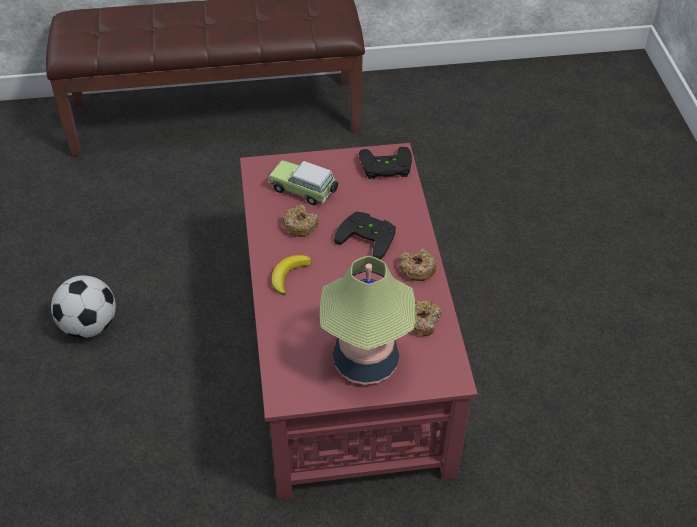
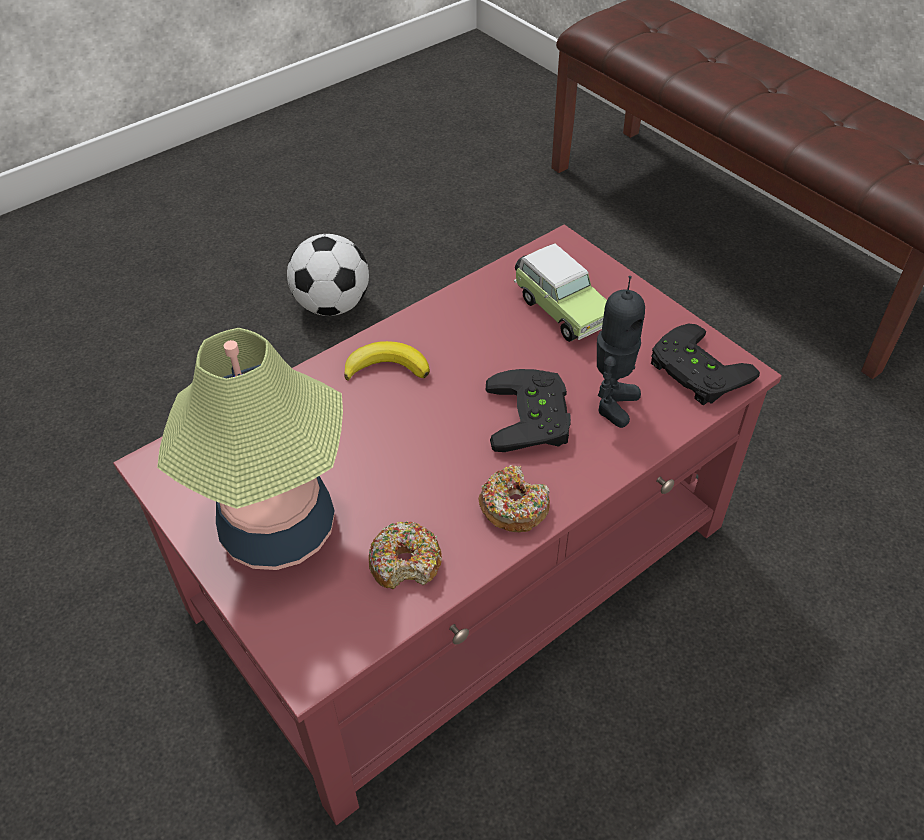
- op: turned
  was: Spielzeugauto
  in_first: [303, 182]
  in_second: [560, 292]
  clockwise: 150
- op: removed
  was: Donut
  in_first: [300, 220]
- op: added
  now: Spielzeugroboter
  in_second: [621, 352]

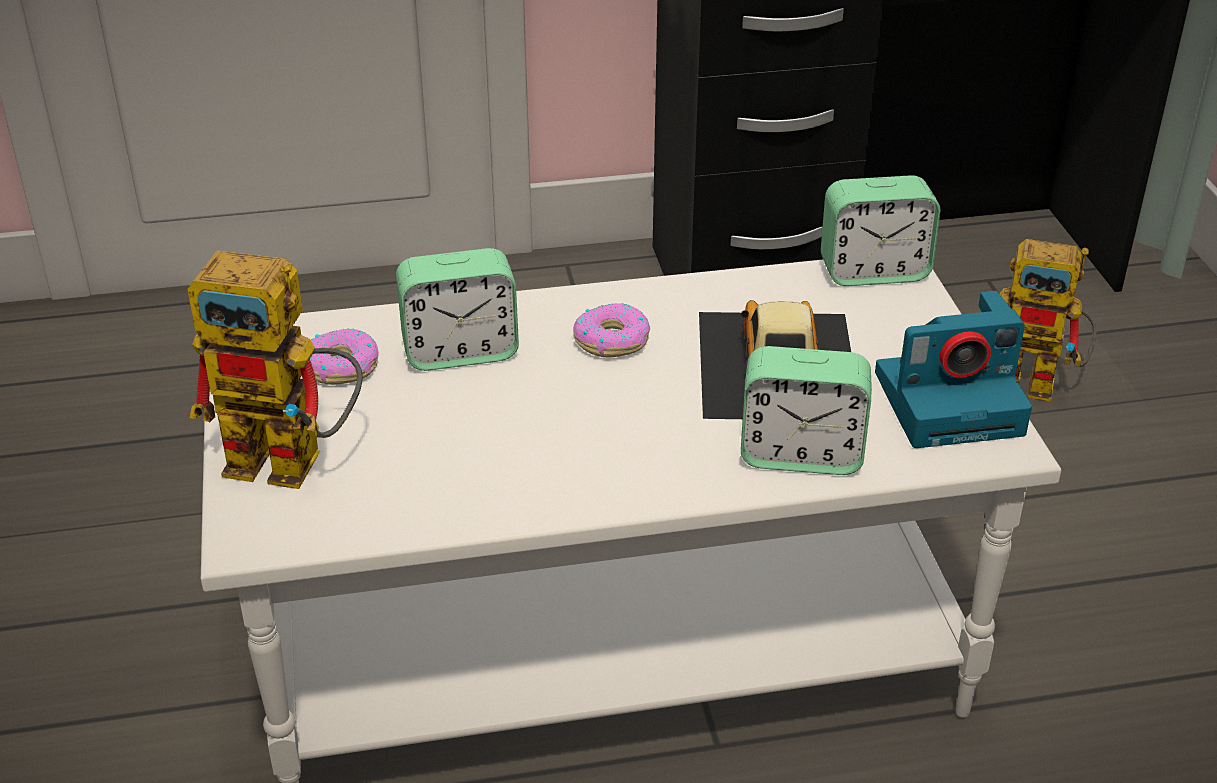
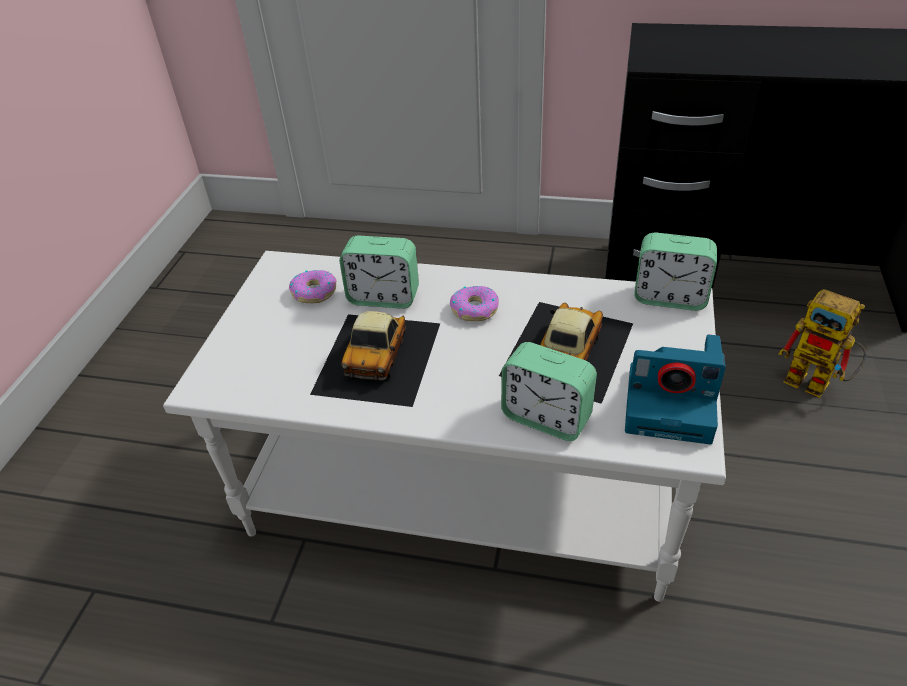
- op: removed
  was: Spielzeugroboter
  in_first: [275, 370]
- op: added
  now: Spielzeugauto
  in_second: [375, 359]

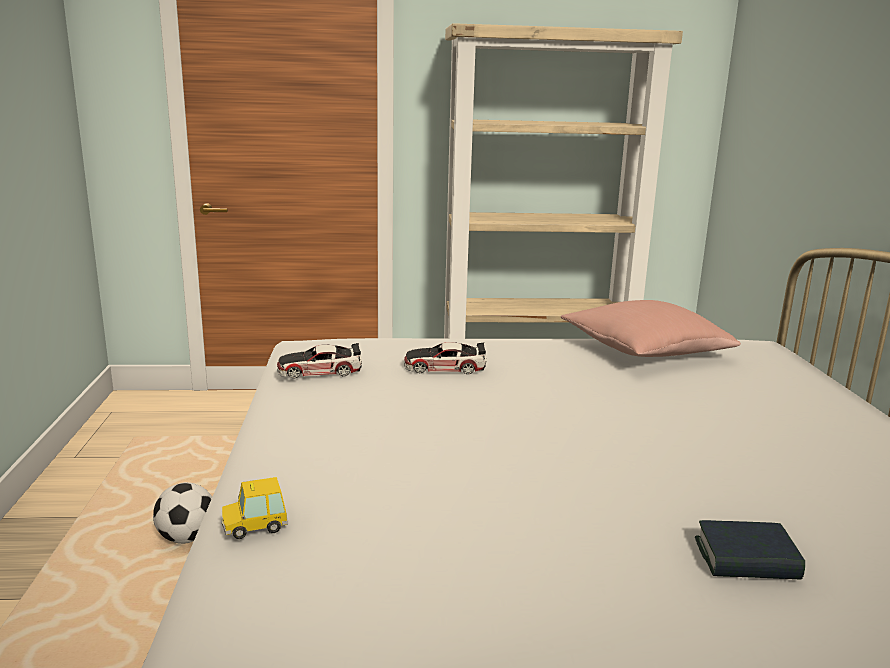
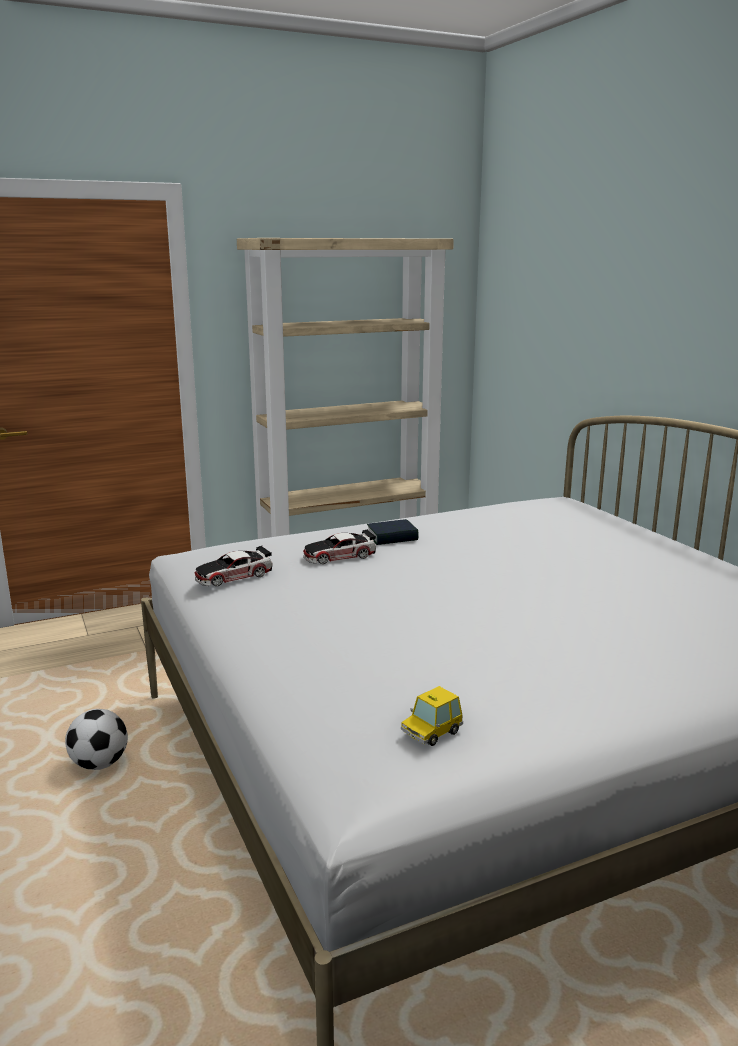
- op: removed
  was: Kissen [rosa]
  in_first: [651, 328]
- op: moved
  was: Spielzeugauto
  in_first: [255, 508]
  in_second: [432, 716]
- op: moved
  was: Buch
  in_first: [750, 549]
  in_second: [393, 532]

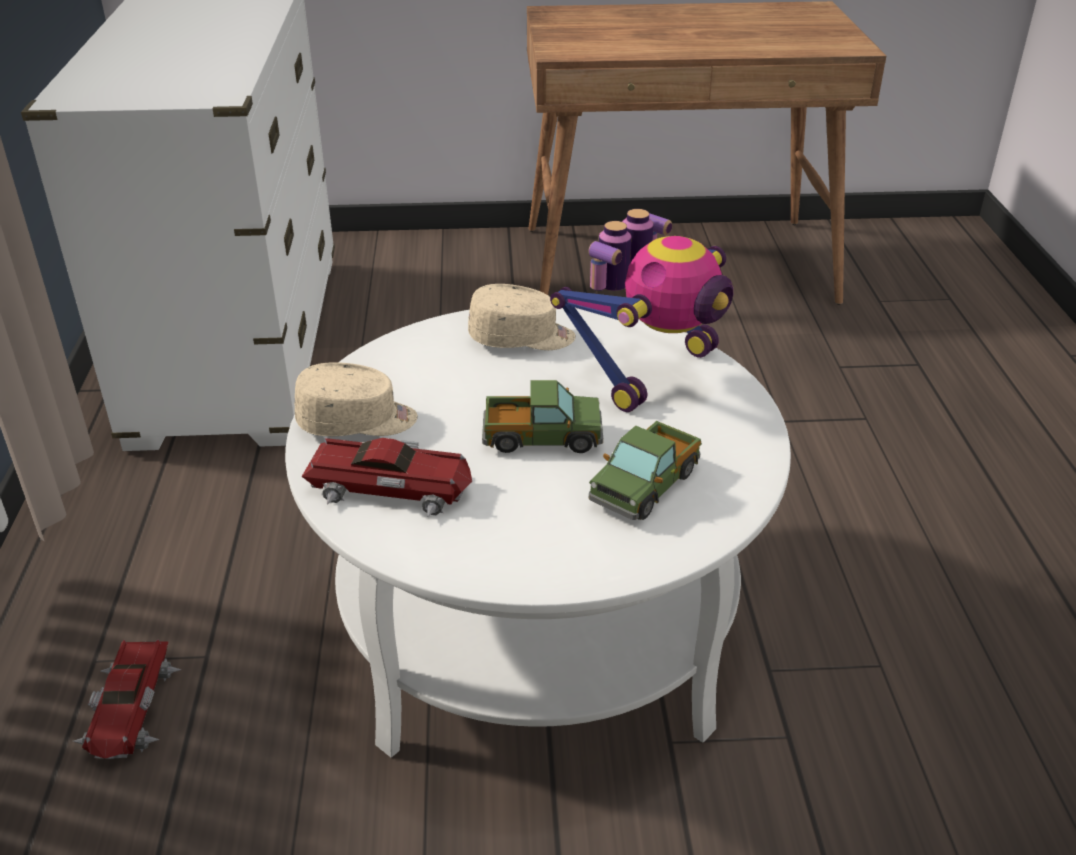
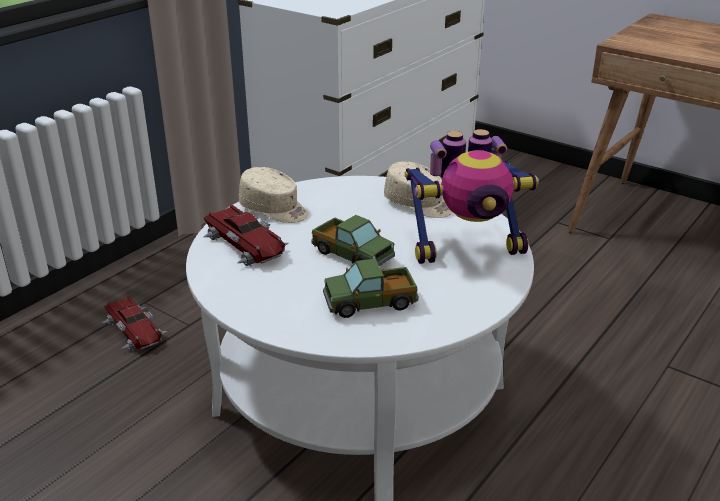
- op: turned
  was: Spielzeugauto
  in_first: [127, 699]
  in_second: [134, 323]
  clockwise: -75

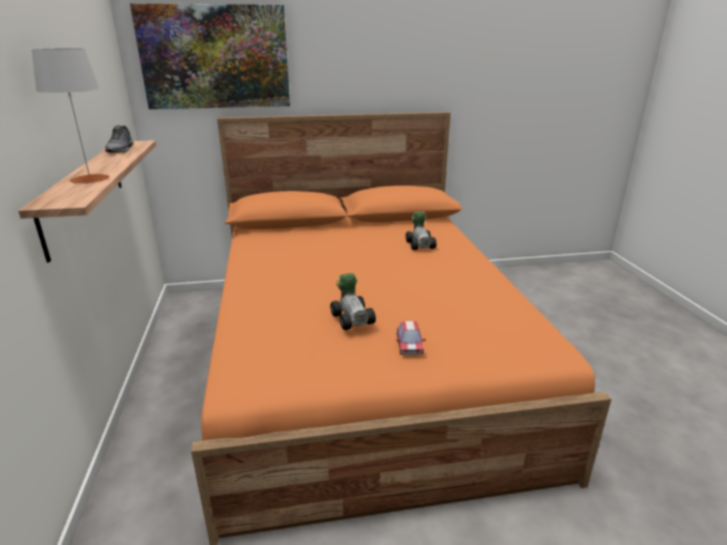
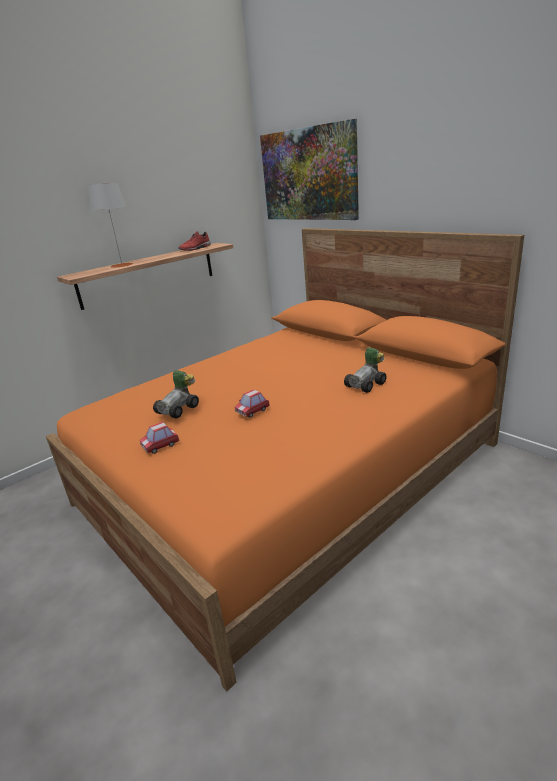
- op: recoloured
  was: Schuh [grau]
  now: Schuh [rot]
  in_first: [119, 139]
  in_second: [195, 241]
- op: added
  now: Spielzeugauto
  in_second: [252, 403]

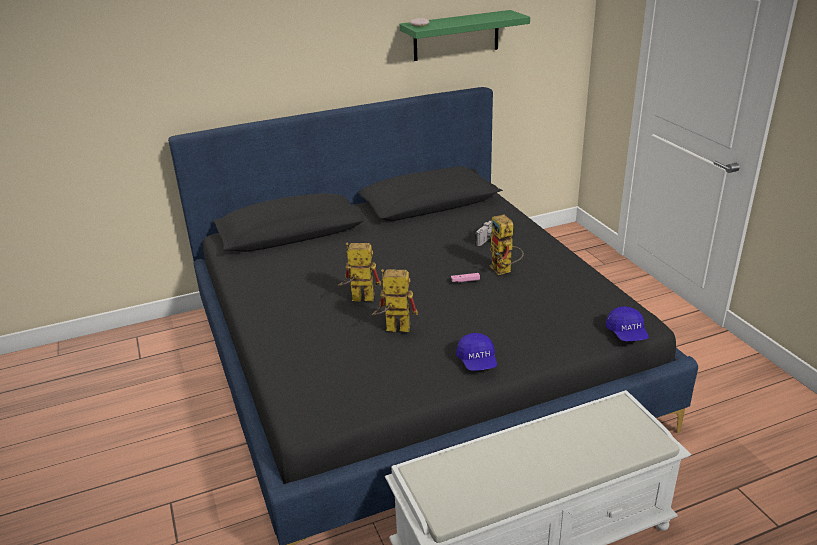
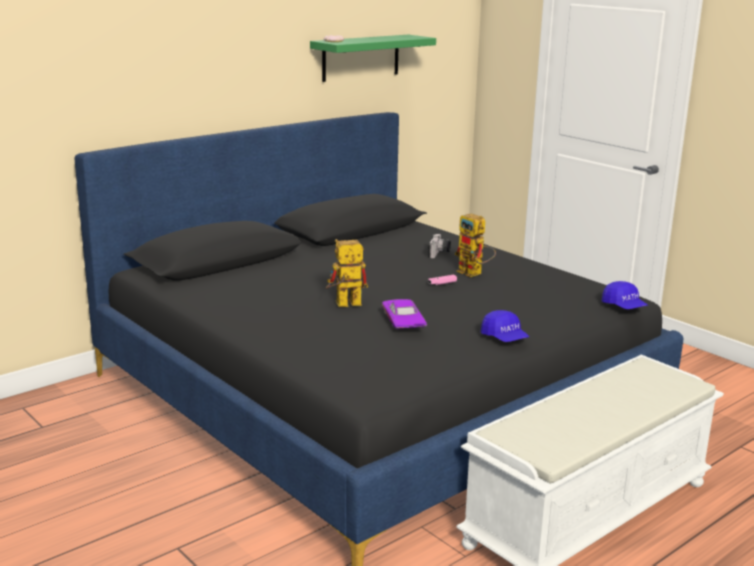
- op: replaced
  was: Spielzeugroboter
  now: Spielzeugauto [lila]
  in_first: [395, 300]
  in_second: [404, 314]

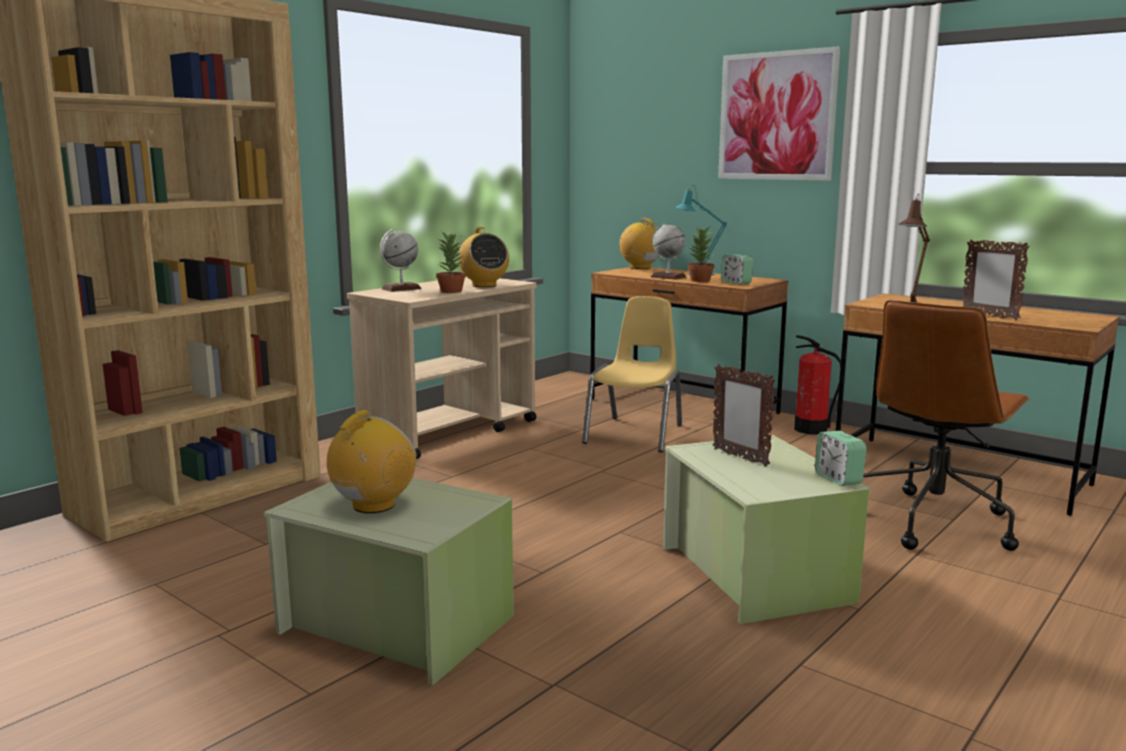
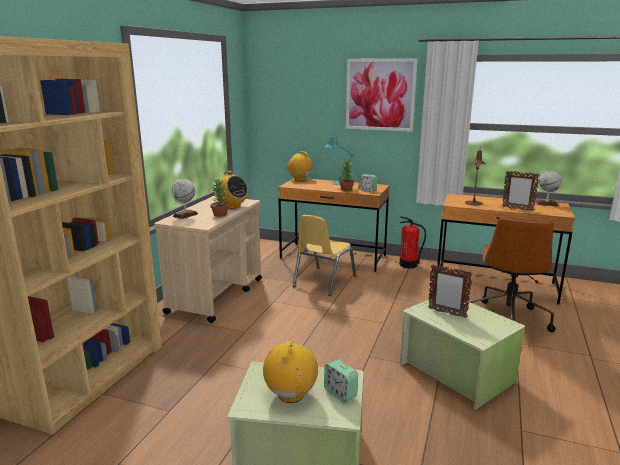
- op: moved
  was: Globus
  in_first: [668, 251]
  in_second: [548, 187]
- op: turned
  was: Stuhl [gelb]
  in_first: [632, 374]
  in_second: [324, 255]
  clockwise: -150
- op: moved
  was: Wecker
  in_first: [841, 458]
  in_second: [341, 381]

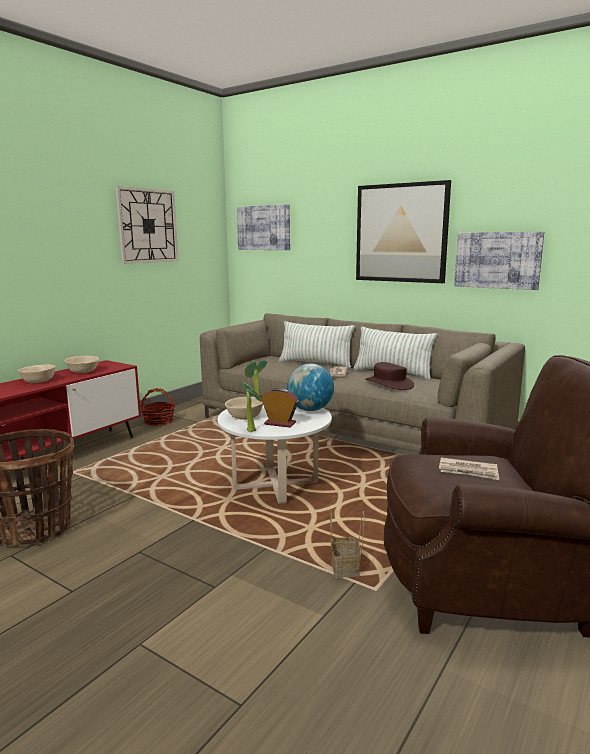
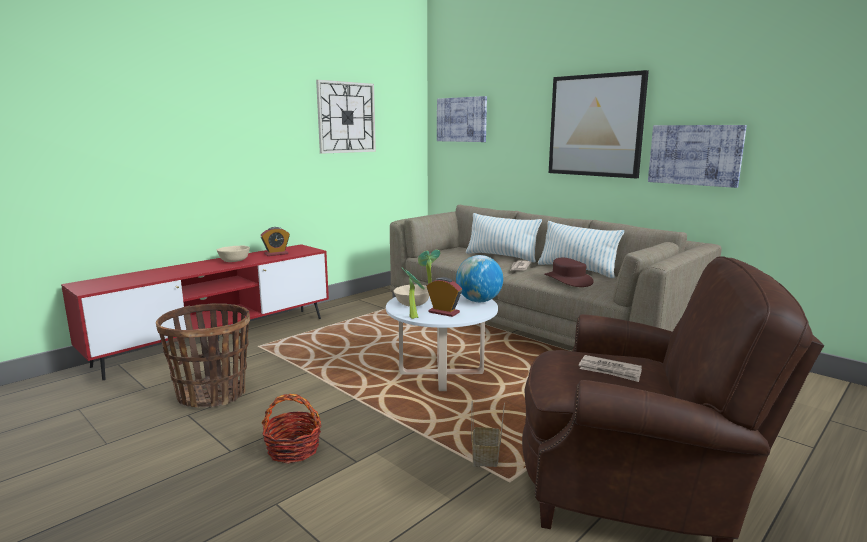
- op: replaced
  was: Schüssel [beige]
  now: Wecker
  in_first: [82, 364]
  in_second: [275, 241]
- op: moved
  was: Korb
  in_first: [157, 407]
  in_second: [291, 428]

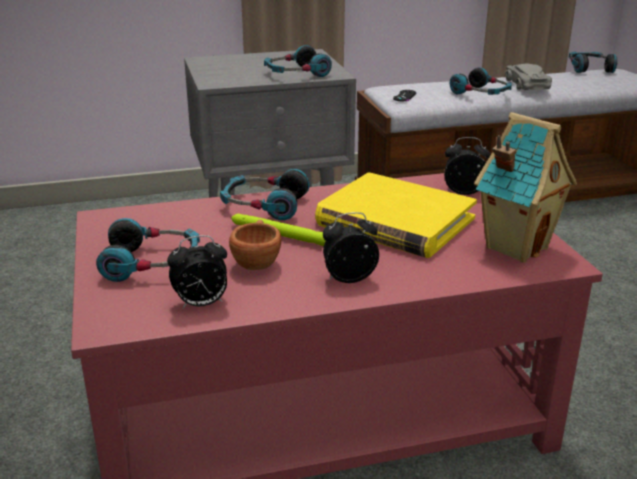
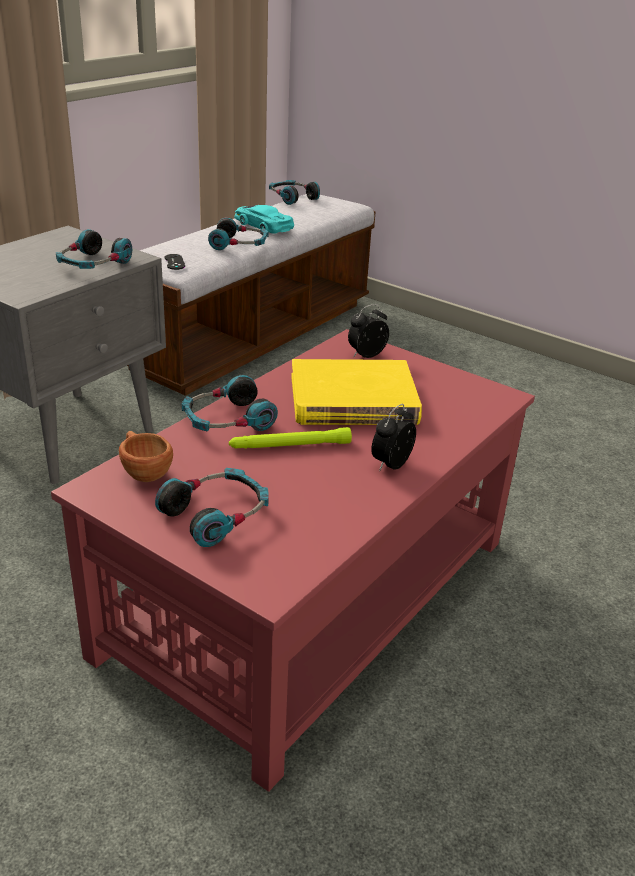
- op: recoloured
  was: Spielzeugauto [grau]
  now: Spielzeugauto [türkis]
  in_first: [528, 76]
  in_second: [264, 219]
- op: removed
  was: Spielzeughaus
  in_first: [525, 187]
- op: moved
  was: Tasse [braun]
  in_first: [255, 244]
  in_second: [146, 456]
- op: removed
  was: Wecker
  in_first: [197, 272]

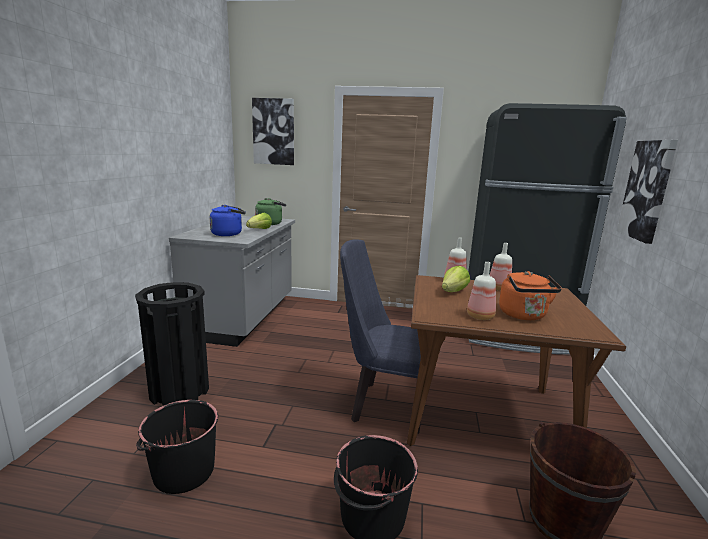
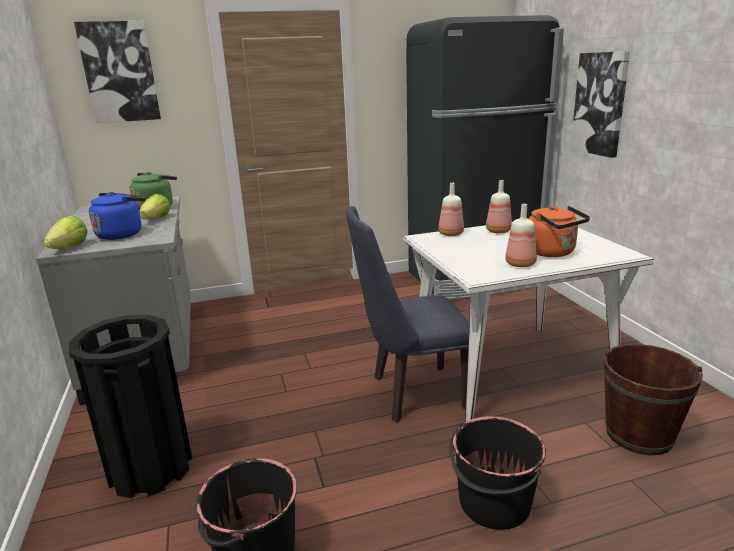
- op: moved
  was: Salatkopf
  in_first: [456, 279]
  in_second: [66, 232]
- op: recoloured
  was: Esstisch [braun]
  now: Esstisch [weiß]
  in_first: [516, 360]
  in_second: [528, 323]

